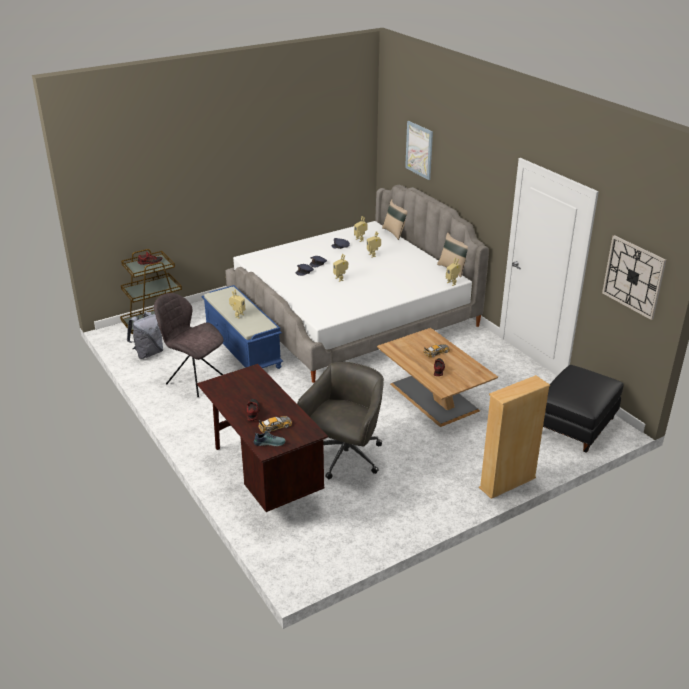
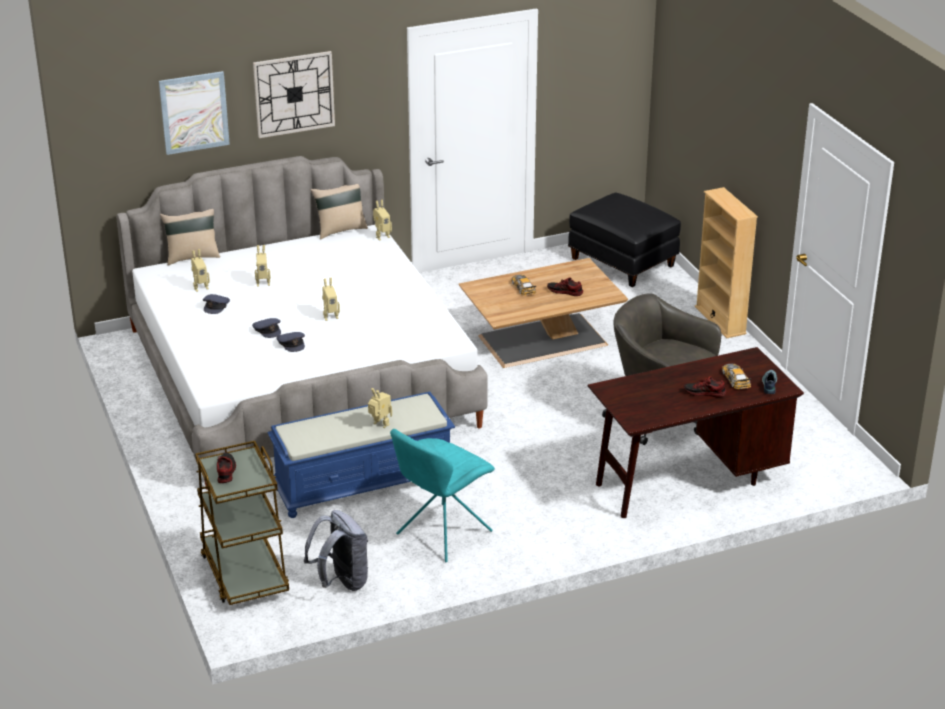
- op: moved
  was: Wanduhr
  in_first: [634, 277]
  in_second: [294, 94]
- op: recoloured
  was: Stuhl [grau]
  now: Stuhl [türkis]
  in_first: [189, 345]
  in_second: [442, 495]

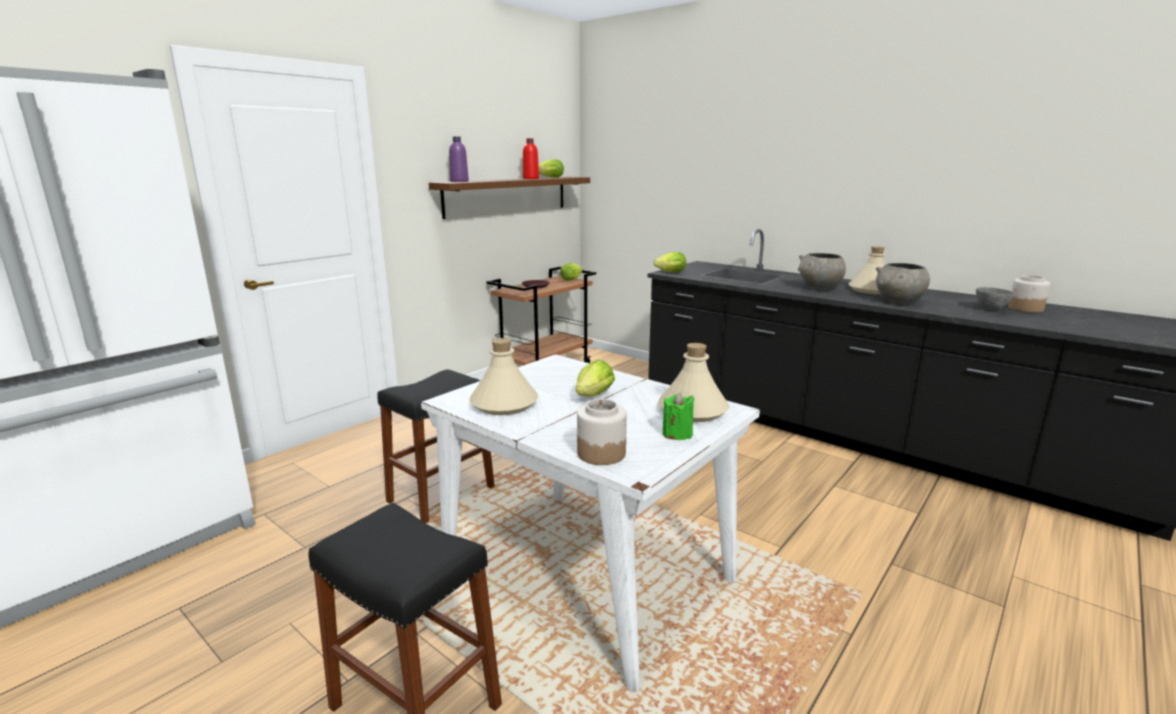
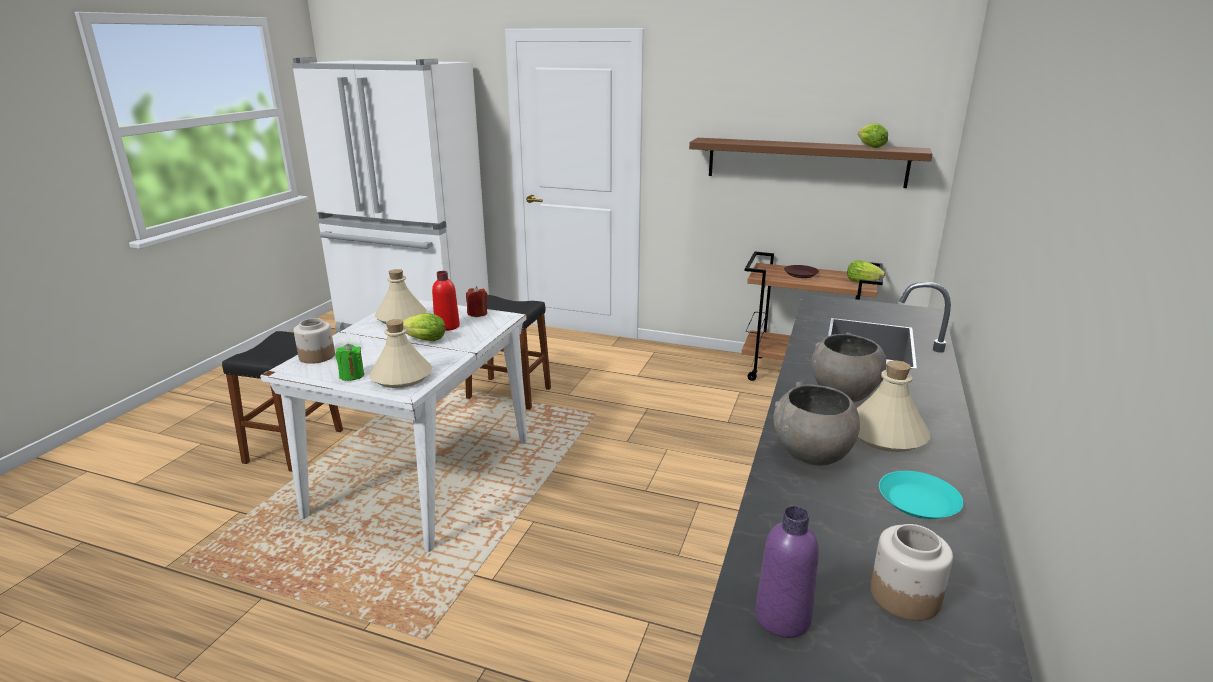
- op: moved
  was: Flasche [lila]
  in_first: [459, 159]
  in_second: [787, 572]
- op: moved
  was: Flasche [rot]
  in_first: [531, 158]
  in_second: [446, 301]
- op: removed
  was: Salatkopf
  in_first: [670, 262]
- op: removed
  was: Schüssel [grau]
  in_first: [995, 299]
- op: added
  now: Kerze [rot]
  in_second: [476, 301]
- op: added
  now: Teller [türkis]
  in_second: [921, 495]

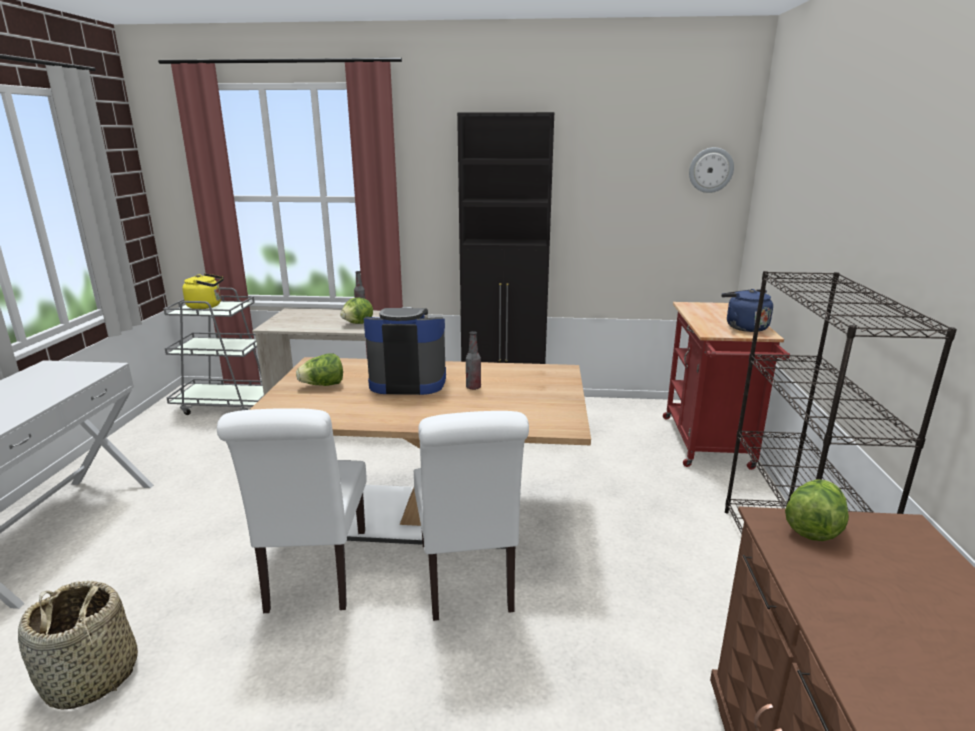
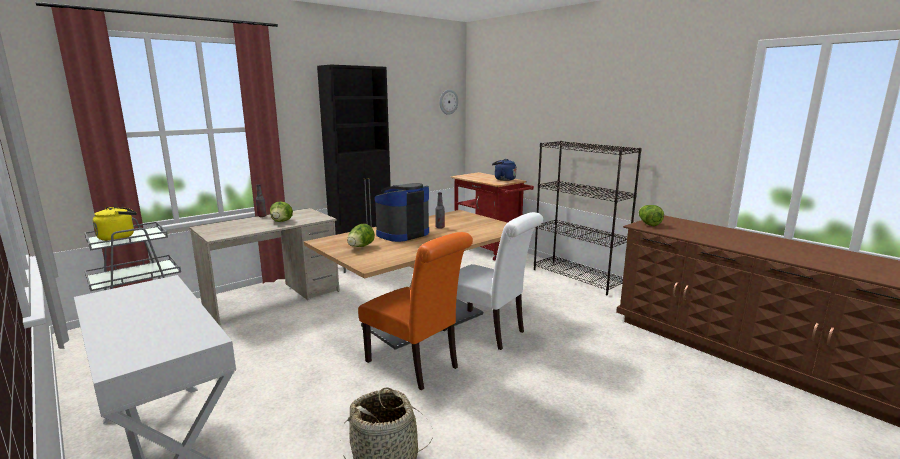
- op: recoloured
  was: Stuhl [weiß]
  now: Stuhl [orange]
  in_first: [292, 510]
  in_second: [415, 311]

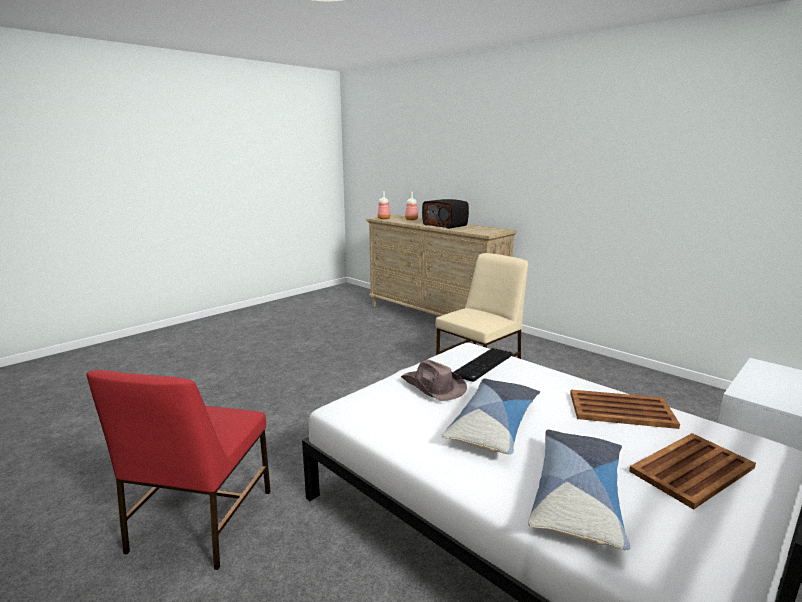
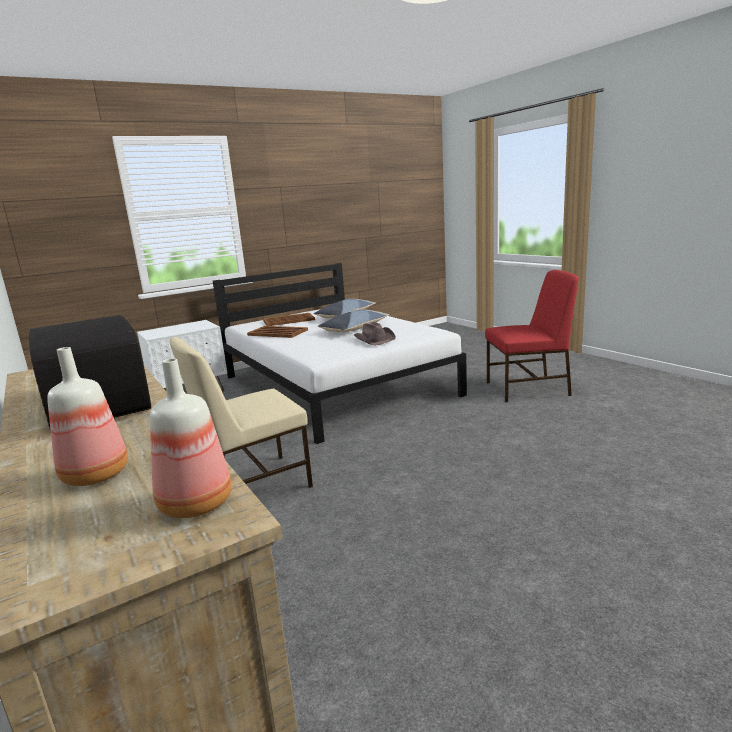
- op: removed
  was: Tastatur
  in_first: [482, 365]
- op: turned
  was: Stuhl [rot]
  in_first: [178, 470]
  in_second: [532, 336]
  clockwise: 60

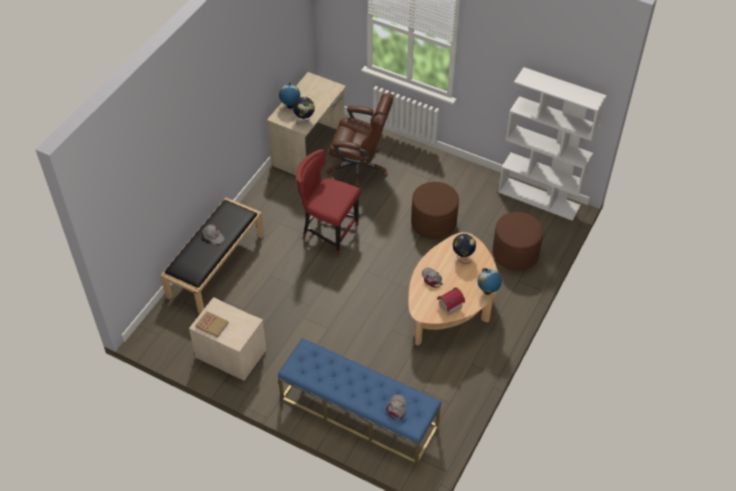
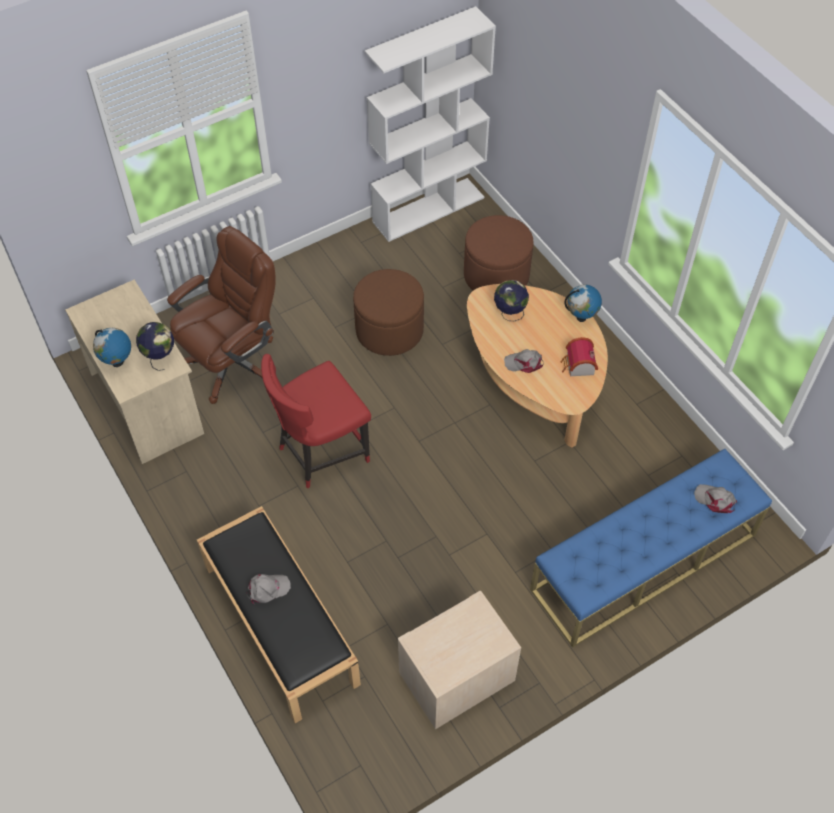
- op: removed
  was: Buch
  in_first: [212, 324]

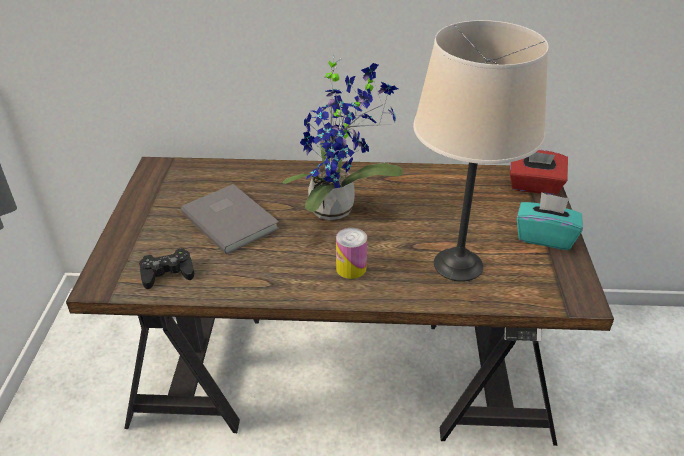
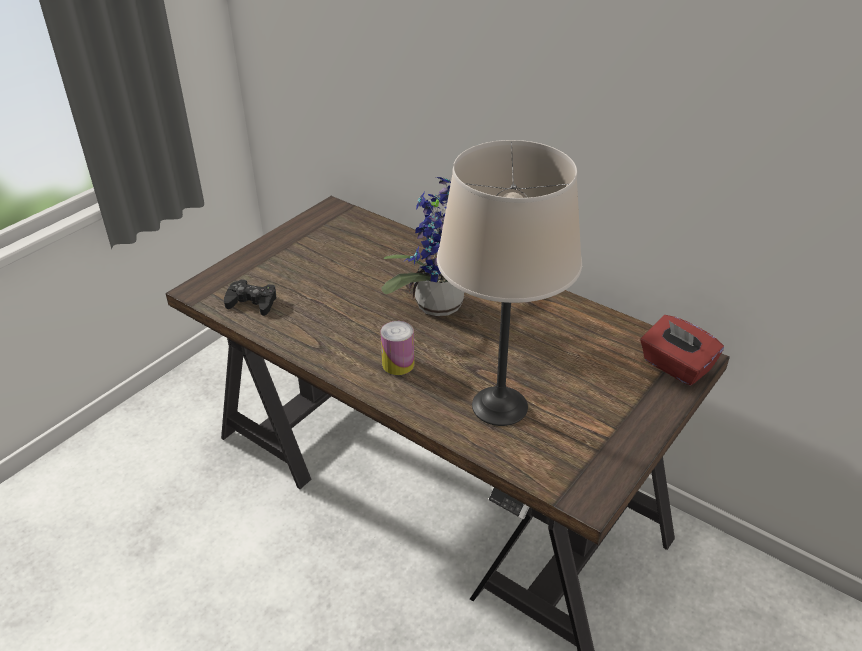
- op: removed
  was: Buch [grau]
  in_first: [230, 219]
- op: removed
  was: Taschentuchbox [türkis]
  in_first: [550, 221]

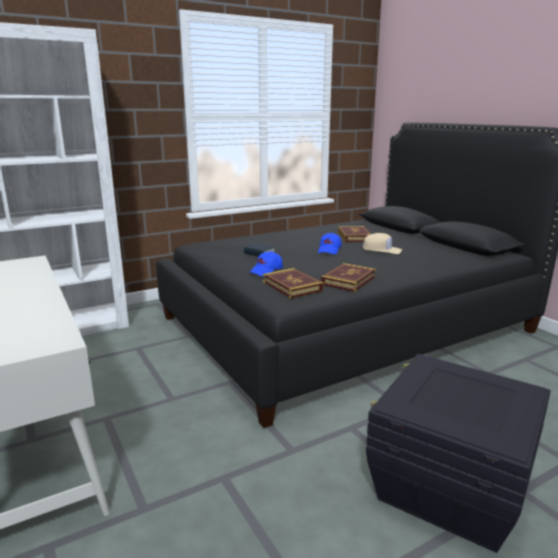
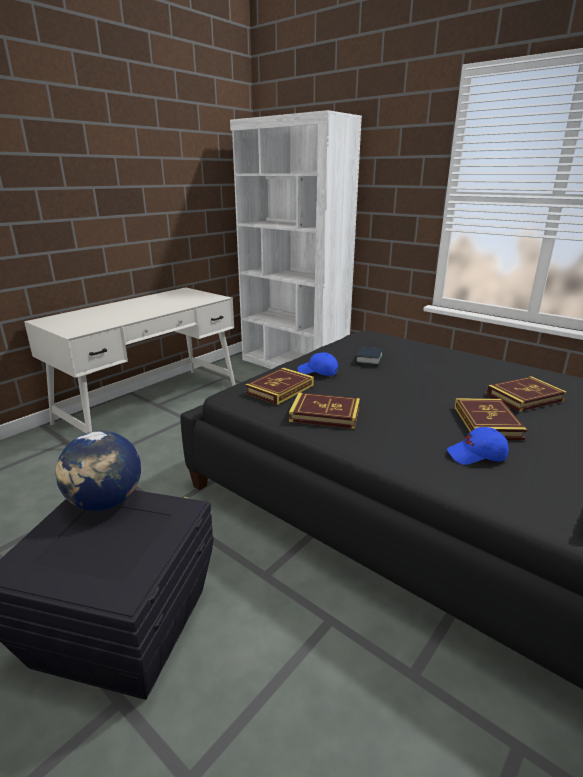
- op: moved
  was: Kappe [blau]
  in_first: [329, 243]
  in_second: [478, 446]
- op: replaced
  was: Kappe [beige]
  now: Buch
  in_first: [382, 243]
  in_second: [491, 419]
- op: added
  now: Globus
  in_second: [98, 471]

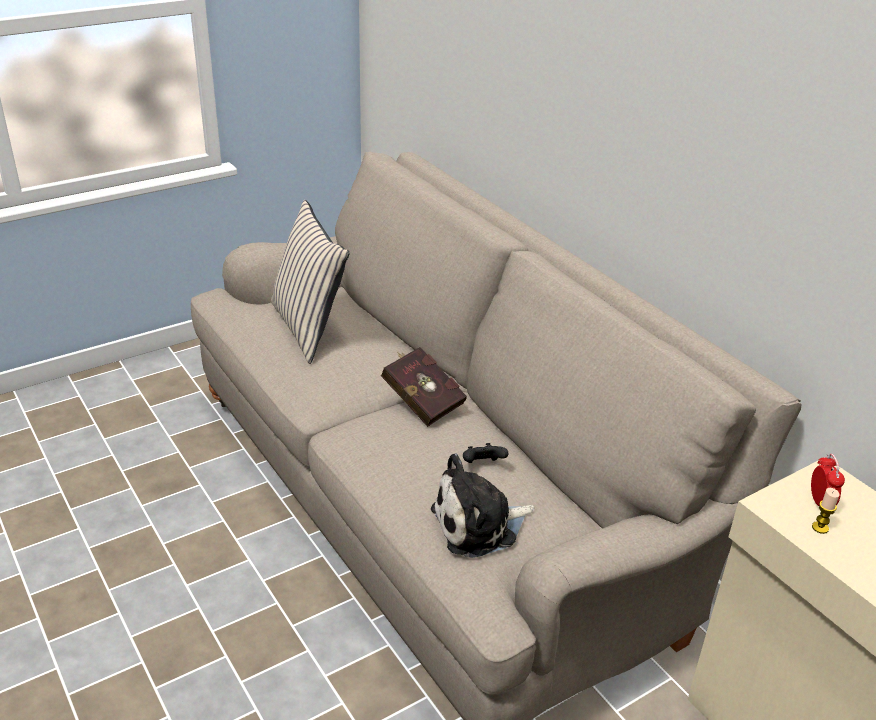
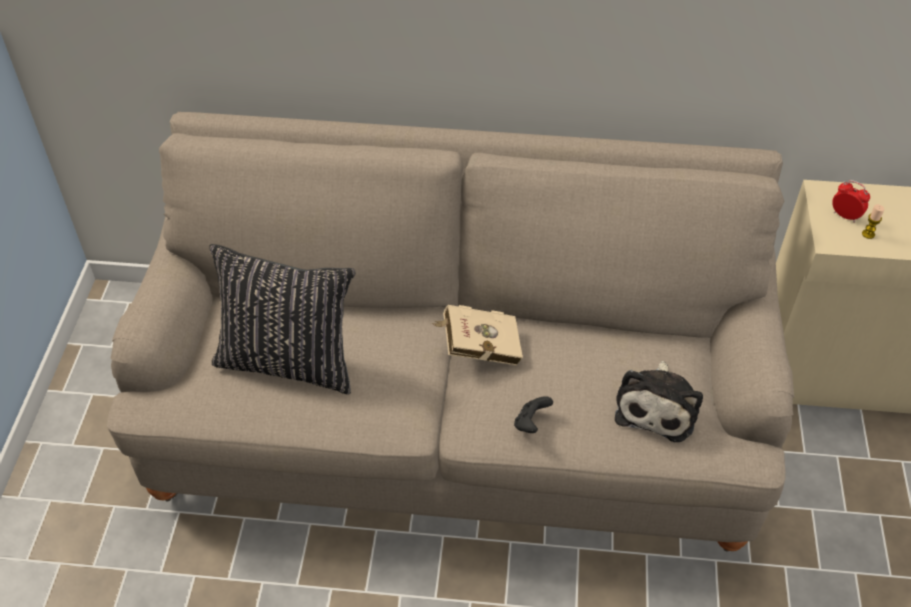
- op: recoloured
  was: Kissen [beige]
  now: Kissen [schwarz]
  in_first: [310, 282]
  in_second: [282, 319]
- op: recoloured
  was: Buch [rot]
  now: Buch [beige]
  in_first: [424, 387]
  in_second: [477, 335]
- op: moved
  was: Gamepad [schwarz]
  in_first: [485, 453]
  in_second: [533, 414]

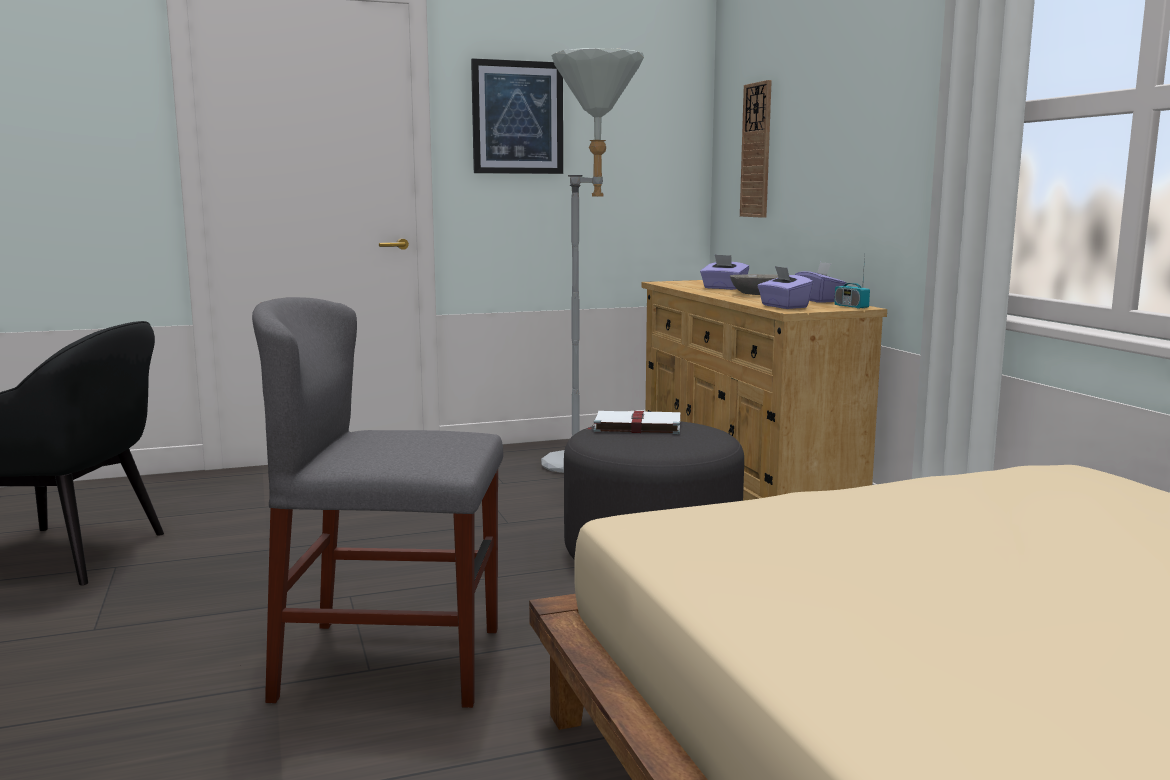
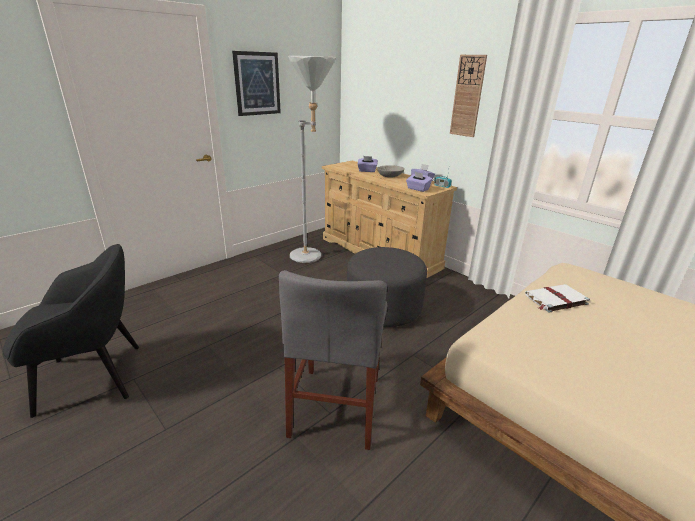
- op: moved
  was: Wanduhr
  in_first: [756, 149]
  in_second: [468, 96]
- op: turned
  was: Stuhl [grau]
  in_first: [377, 502]
  in_second: [333, 360]
  clockwise: -60
- op: moved
  was: Buch [weiß]
  in_first: [635, 422]
  in_second: [557, 298]

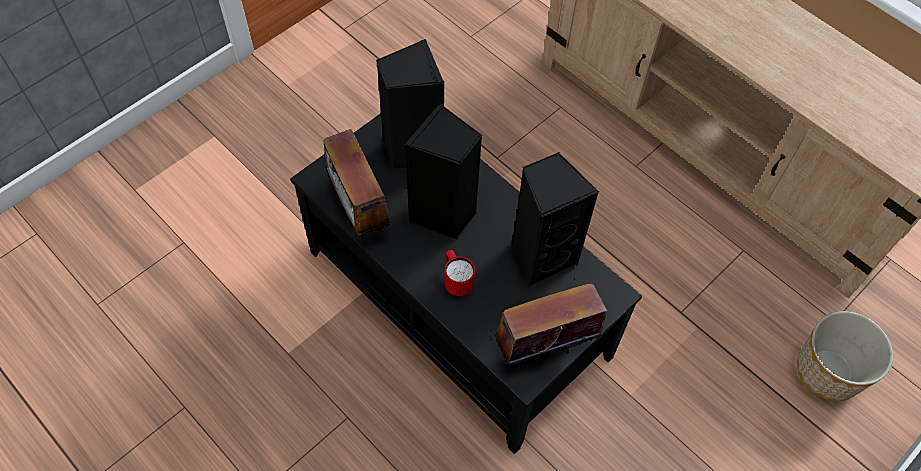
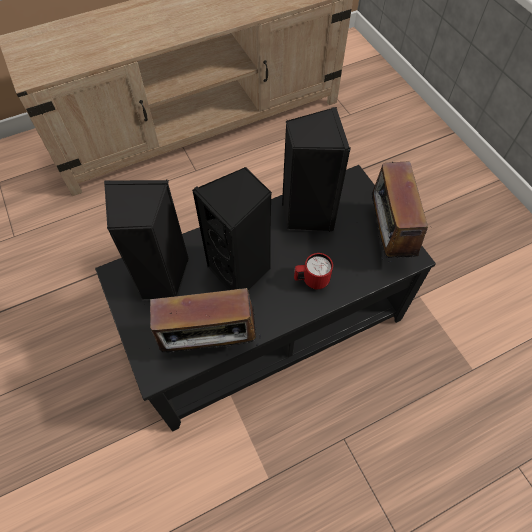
- op: removed
  was: Pflanzkübel
  in_first: [845, 356]

